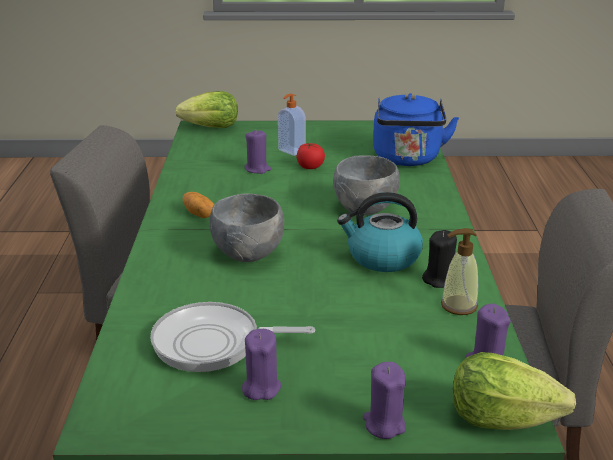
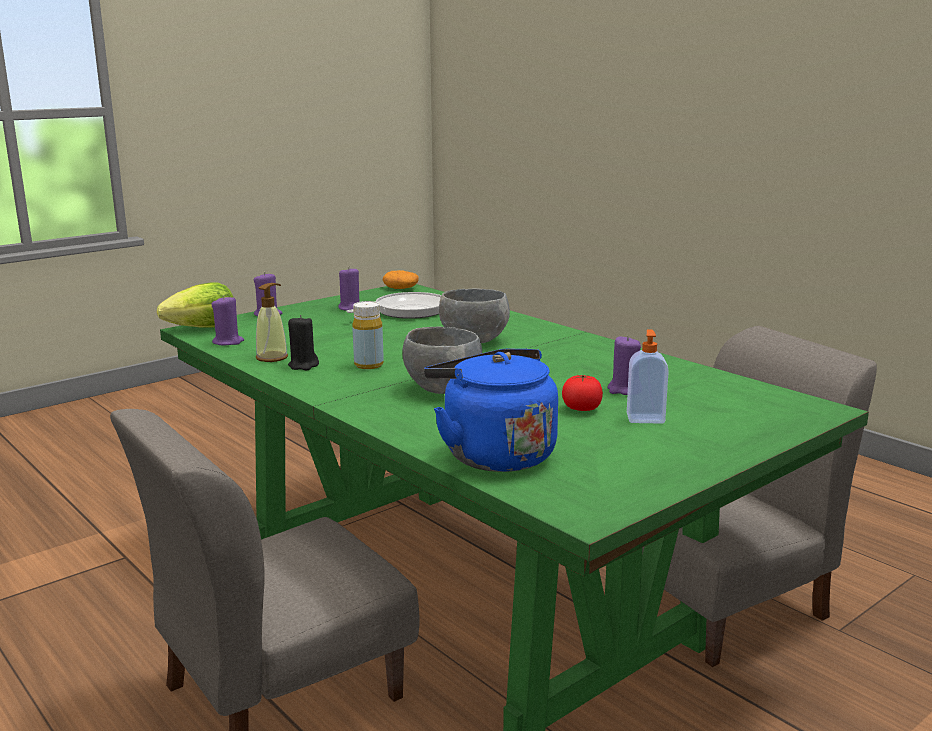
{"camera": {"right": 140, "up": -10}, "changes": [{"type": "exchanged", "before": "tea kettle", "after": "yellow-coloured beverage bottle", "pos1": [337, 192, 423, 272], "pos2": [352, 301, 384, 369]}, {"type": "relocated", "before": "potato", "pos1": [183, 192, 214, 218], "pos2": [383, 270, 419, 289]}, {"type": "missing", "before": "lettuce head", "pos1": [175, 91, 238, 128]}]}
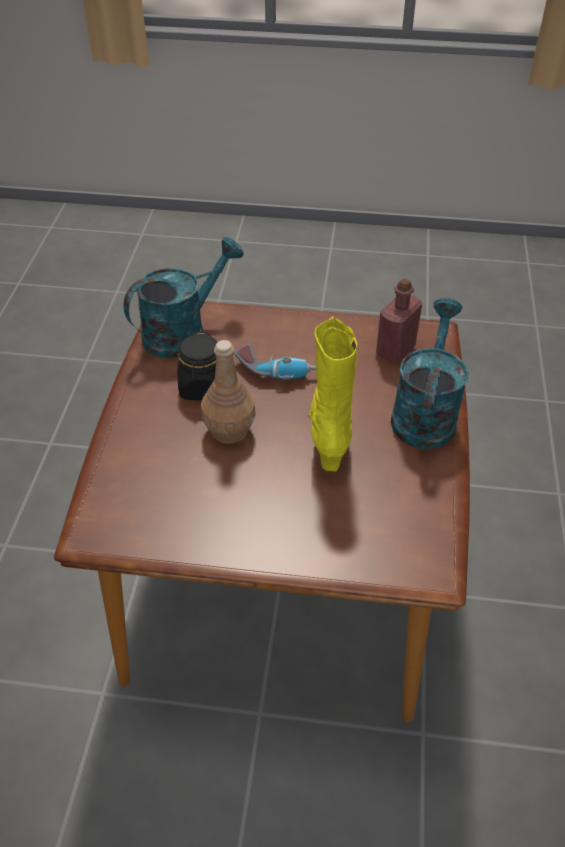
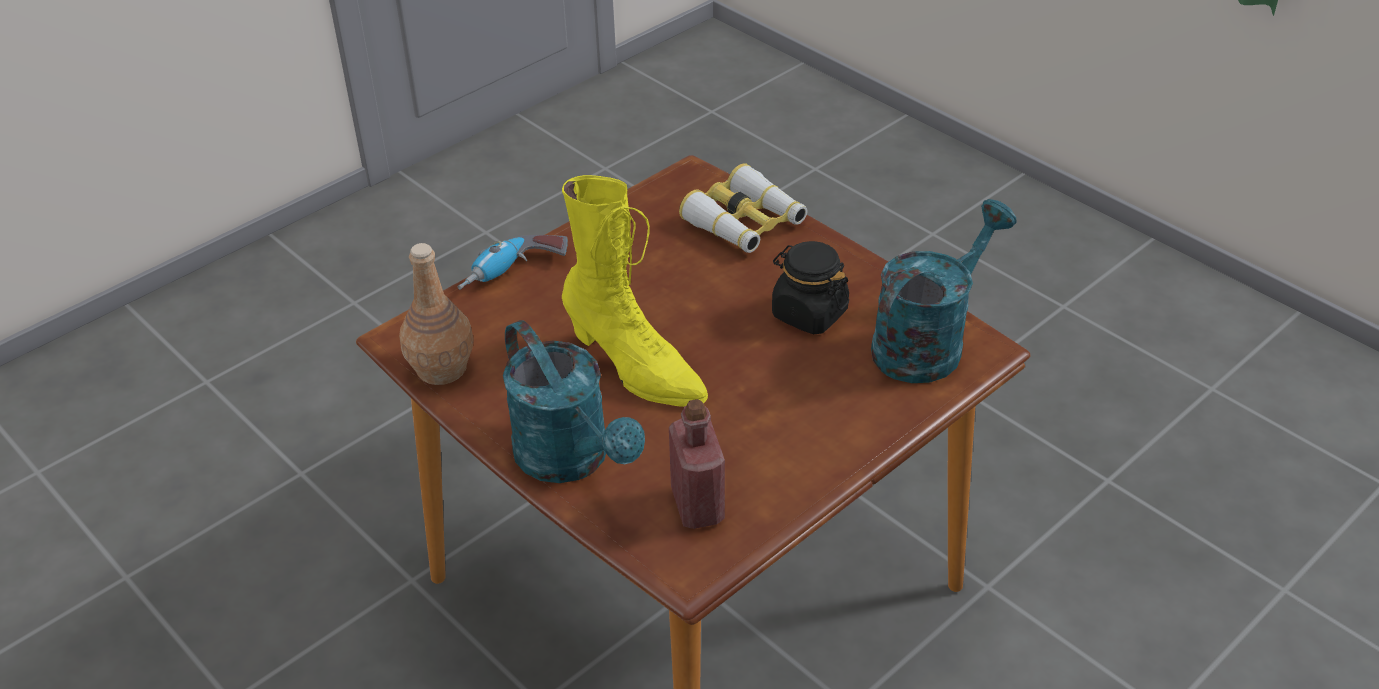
{"camera": {"right": 130, "up": -5}, "changes": [{"type": "relocated", "before": "brown beverage bottle", "pos1": [201, 340, 256, 444], "pos2": [399, 243, 474, 385]}, {"type": "relocated", "before": "drill", "pos1": [234, 344, 316, 380], "pos2": [458, 235, 568, 290]}, {"type": "appeared", "after": "binoculars", "pos2": [679, 163, 808, 253]}, {"type": "spun", "before": "turquoise-coloured watering can", "pos1": [124, 237, 244, 358], "pos2": [871, 199, 1017, 383], "turn": -135}]}
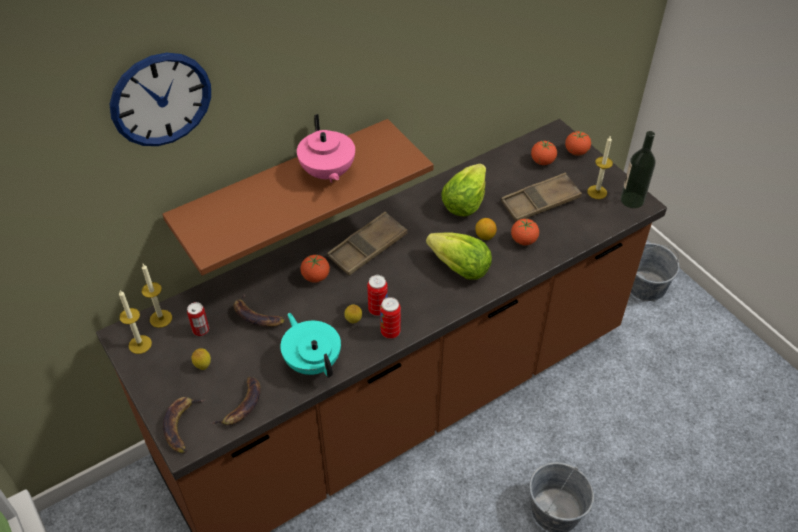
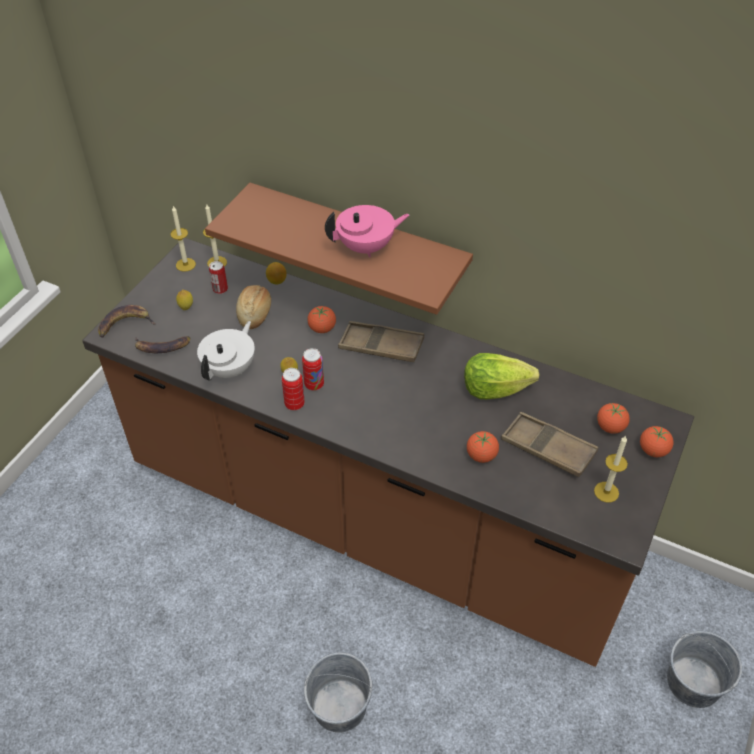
{"camera": {"right": 60, "up": 0}, "changes": [{"type": "colour", "before": "turquoise-coloured teapot", "after": "white-coloured teapot", "pos1": [280, 313, 341, 378], "pos2": [197, 321, 255, 381]}, {"type": "exchanged", "before": "banana", "after": "baked bread", "pos1": [233, 294, 286, 327], "pos2": [236, 285, 271, 329]}, {"type": "relocated", "before": "whole lemon", "pos1": [475, 218, 497, 240], "pos2": [266, 262, 287, 285]}, {"type": "spun", "before": "pink teapot", "pos1": [297, 114, 355, 183], "pos2": [325, 205, 409, 257], "turn": -150}, {"type": "missing", "before": "clock on the wall", "pos1": [109, 53, 211, 146]}, {"type": "missing", "before": "lettuce head", "pos1": [426, 233, 492, 280]}, {"type": "missing", "before": "beverage bottle", "pos1": [621, 131, 655, 208]}]}
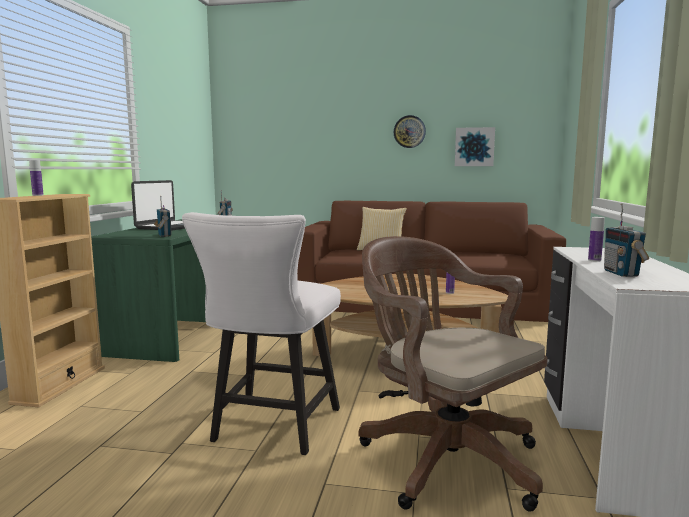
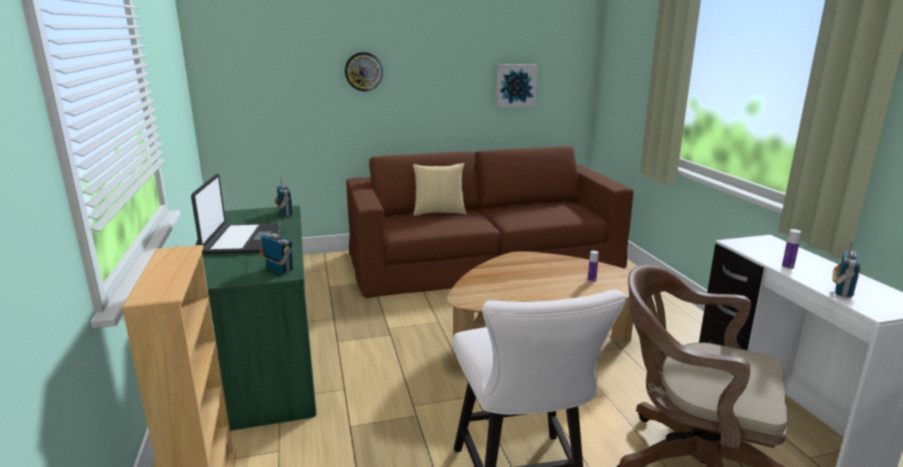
{"camera": {"right": -25, "up": 10}, "changes": [{"type": "relocated", "before": "clock on the wall", "pos1": [394, 115, 426, 148], "pos2": [345, 52, 383, 91]}, {"type": "spun", "before": "radio set", "pos1": [604, 204, 649, 277], "pos2": [832, 240, 861, 298], "turn": -120}, {"type": "missing", "before": "beverage bottle", "pos1": [29, 160, 44, 196]}]}
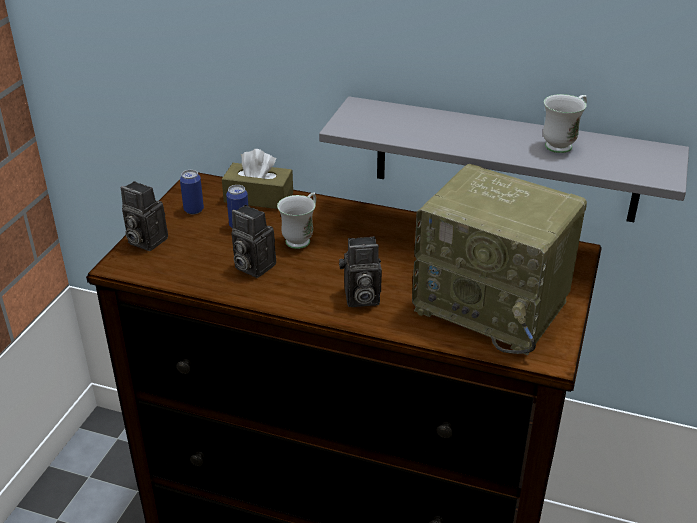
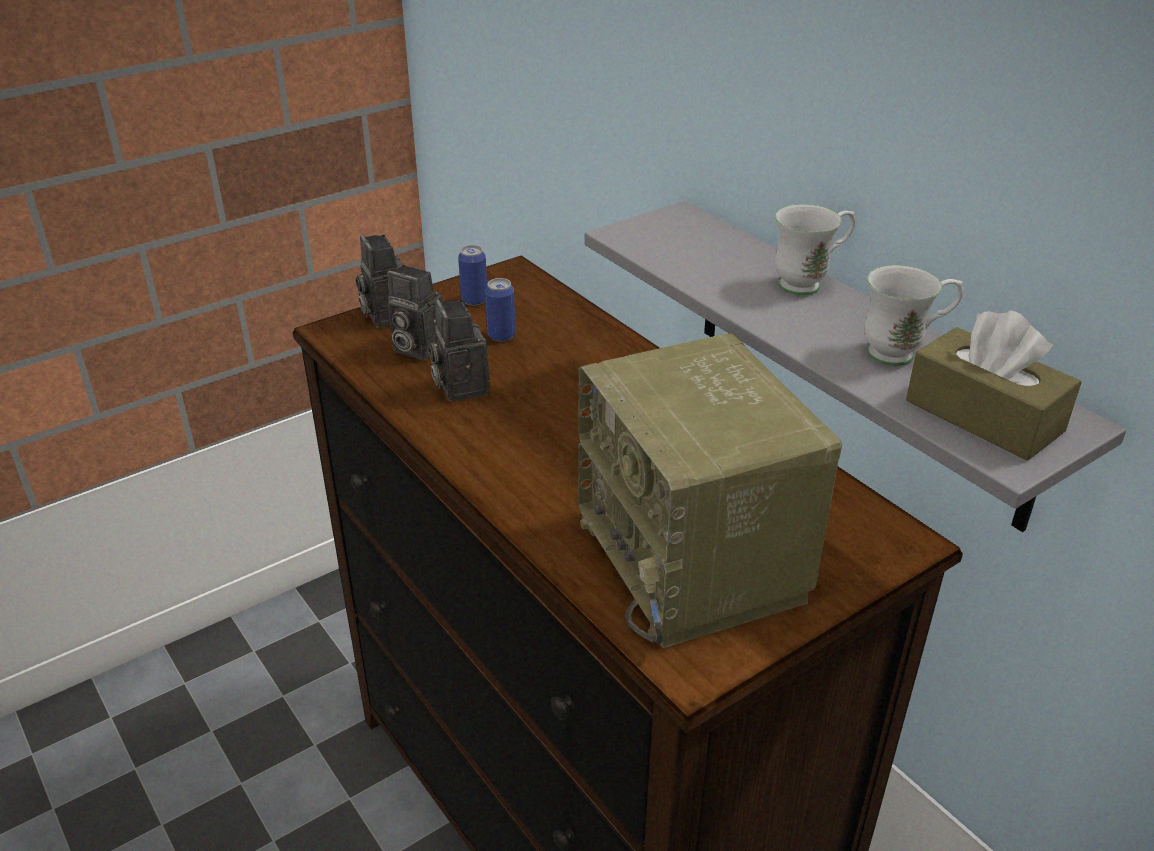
{"camera": {"right": 35, "up": 0}, "changes": [{"type": "relocated", "before": "photo camera", "pos1": [339, 236, 382, 307], "pos2": [387, 265, 443, 361]}, {"type": "relocated", "before": "white-coloured coffee mug", "pos1": [277, 192, 316, 249], "pos2": [775, 204, 855, 295]}, {"type": "relocated", "before": "brown tissue holder", "pos1": [222, 149, 293, 209], "pos2": [906, 310, 1082, 460]}]}
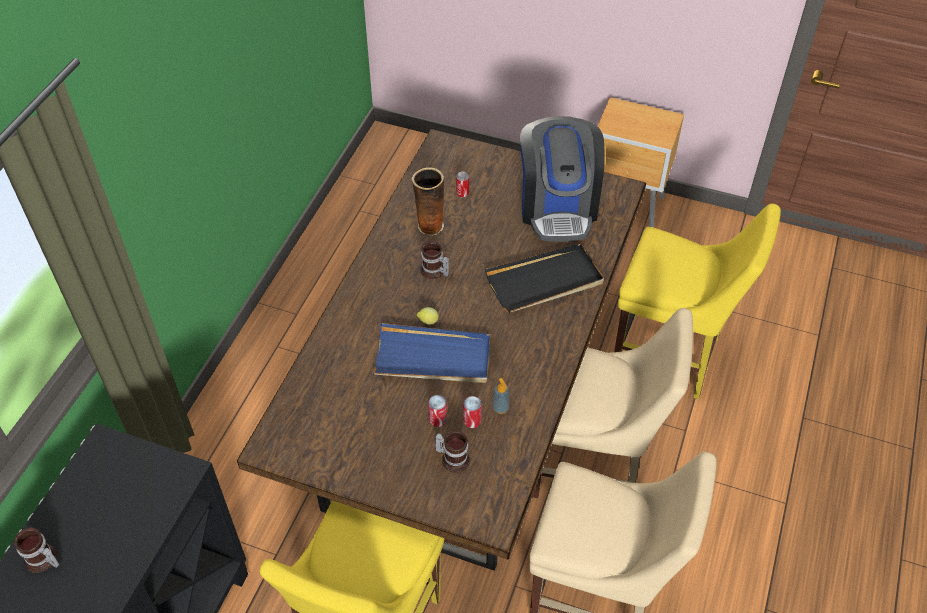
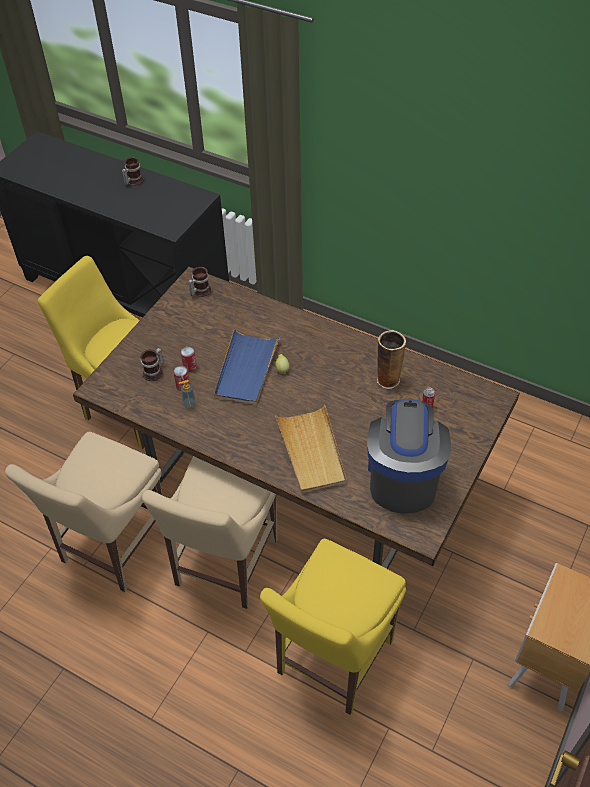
{"camera": {"right": 100, "up": 0}, "changes": [{"type": "relocated", "before": "coffee mug", "pos1": [420, 241, 449, 279], "pos2": [188, 267, 211, 297]}, {"type": "colour", "before": "black-coloured serving tray", "after": "sand-coloured serving tray", "pos1": [485, 243, 604, 313], "pos2": [275, 405, 347, 493]}, {"type": "spun", "before": "coffee maker", "pos1": [520, 116, 605, 242], "pos2": [367, 399, 451, 514], "turn": 90}]}
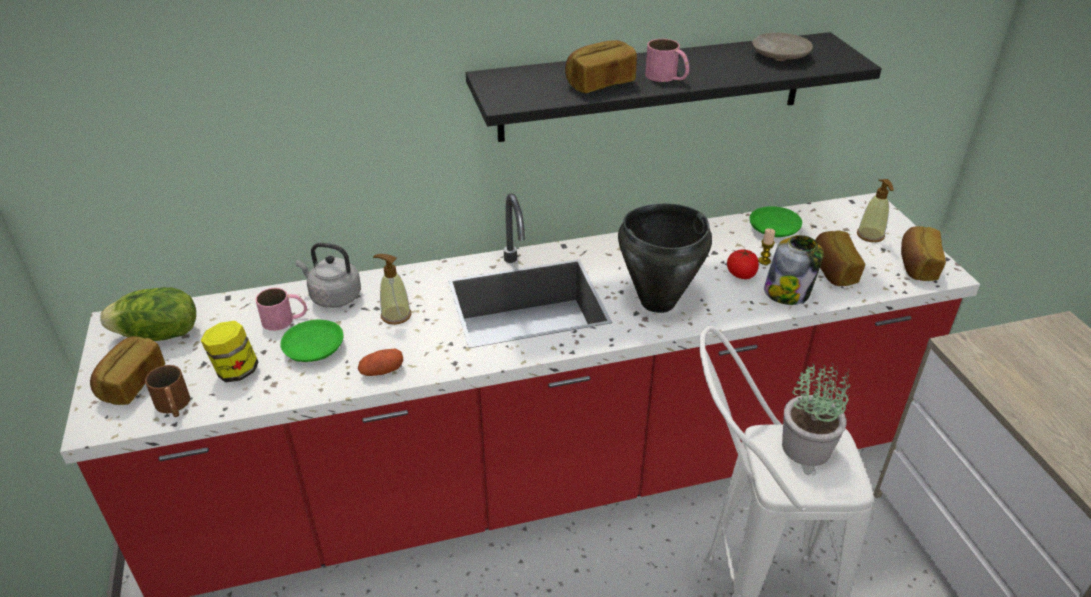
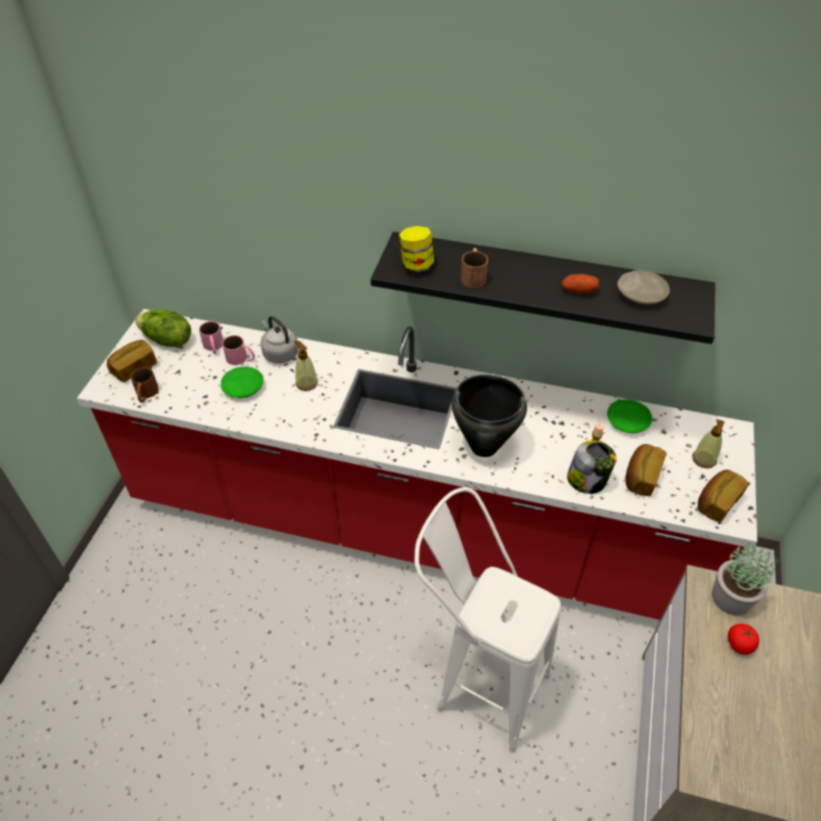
{"camera": {"right": 30, "up": 10}, "changes": [{"type": "relocated", "before": "pink coffee mug", "pos1": [645, 39, 689, 82], "pos2": [199, 321, 223, 354]}, {"type": "relocated", "before": "storage jar", "pos1": [201, 321, 259, 383], "pos2": [399, 226, 434, 274]}, {"type": "exchanged", "before": "baked bread", "after": "brown coffee mug", "pos1": [565, 40, 637, 93], "pos2": [461, 248, 488, 288]}, {"type": "relocated", "before": "potato", "pos1": [358, 349, 403, 376], "pos2": [562, 274, 599, 294]}, {"type": "relocated", "before": "houseplant", "pos1": [782, 363, 850, 466], "pos2": [712, 543, 778, 615]}, {"type": "relocated", "before": "whole tomato", "pos1": [727, 249, 759, 279], "pos2": [728, 624, 759, 655]}]}
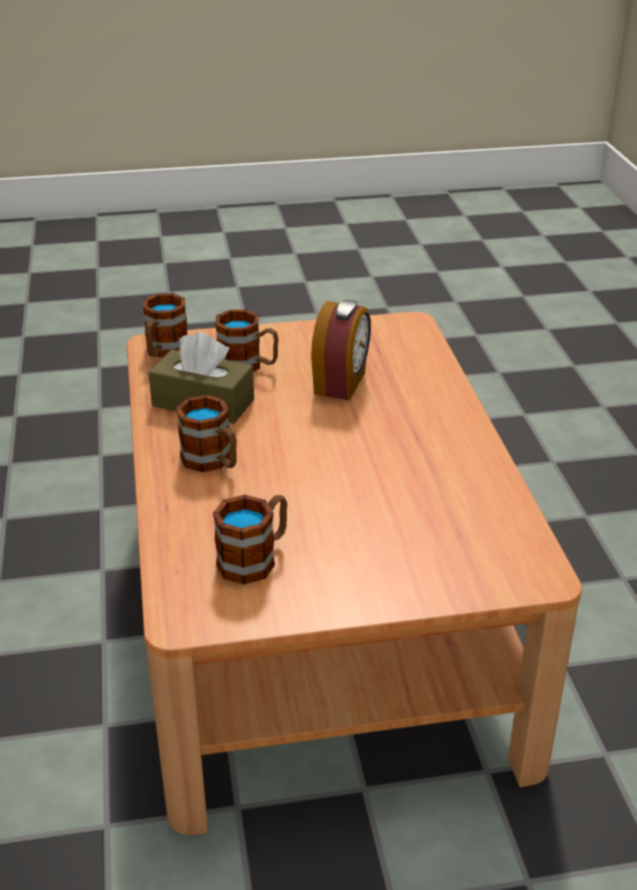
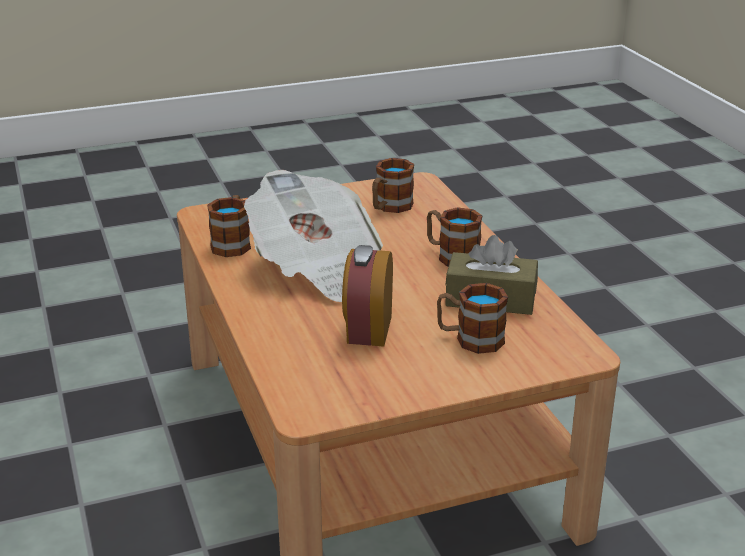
{"camera": {"right": 170, "up": -5}, "changes": [{"type": "relocated", "before": "coffee mug", "pos1": [143, 293, 187, 357], "pos2": [207, 195, 251, 257]}, {"type": "appeared", "after": "newspaper", "pos2": [244, 170, 383, 302]}]}
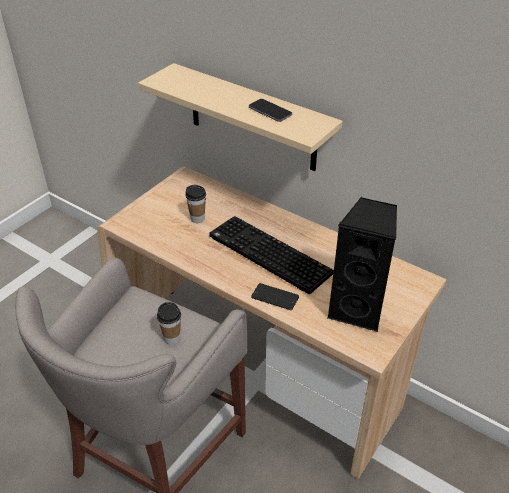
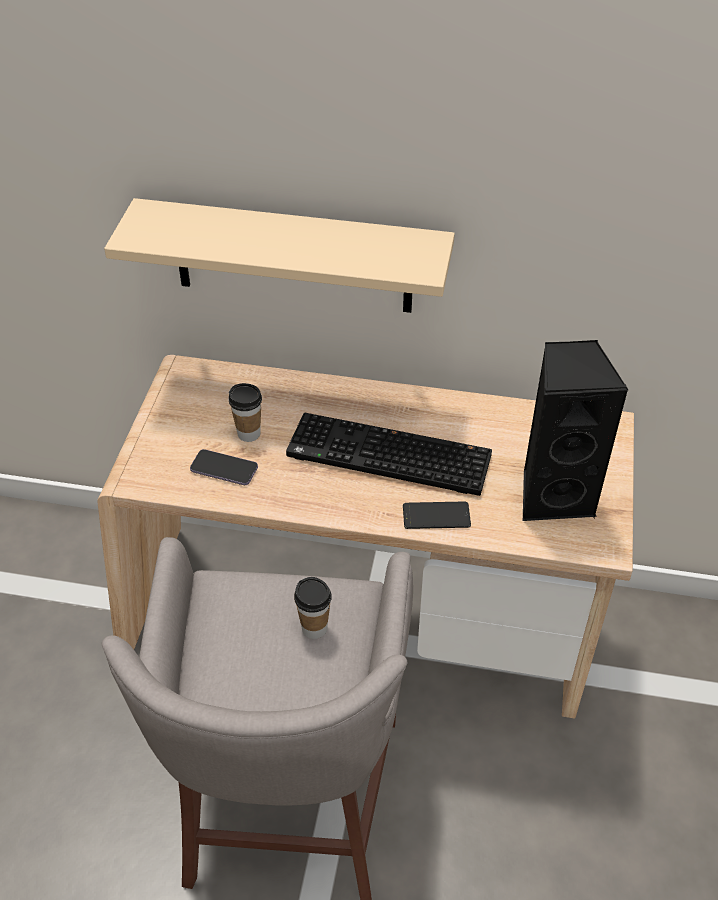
{"camera": {"right": -25, "up": 5}, "changes": [{"type": "relocated", "before": "phone", "pos1": [249, 99, 292, 122], "pos2": [190, 449, 258, 485]}]}
